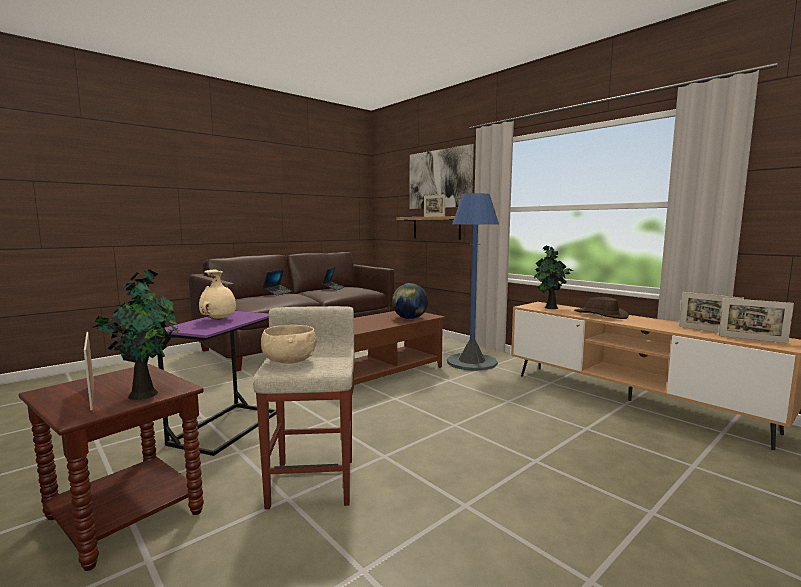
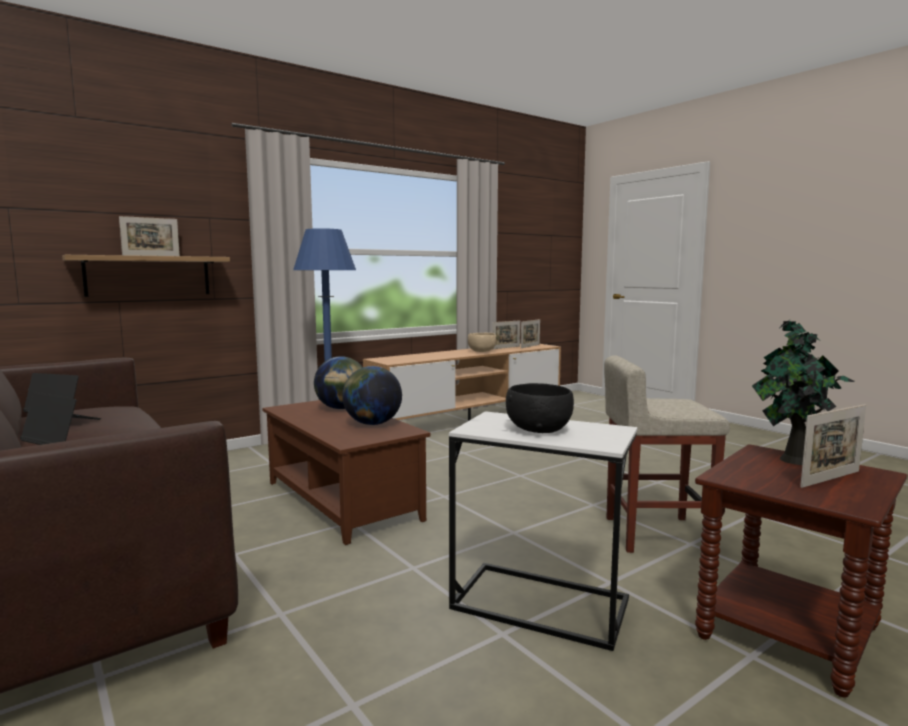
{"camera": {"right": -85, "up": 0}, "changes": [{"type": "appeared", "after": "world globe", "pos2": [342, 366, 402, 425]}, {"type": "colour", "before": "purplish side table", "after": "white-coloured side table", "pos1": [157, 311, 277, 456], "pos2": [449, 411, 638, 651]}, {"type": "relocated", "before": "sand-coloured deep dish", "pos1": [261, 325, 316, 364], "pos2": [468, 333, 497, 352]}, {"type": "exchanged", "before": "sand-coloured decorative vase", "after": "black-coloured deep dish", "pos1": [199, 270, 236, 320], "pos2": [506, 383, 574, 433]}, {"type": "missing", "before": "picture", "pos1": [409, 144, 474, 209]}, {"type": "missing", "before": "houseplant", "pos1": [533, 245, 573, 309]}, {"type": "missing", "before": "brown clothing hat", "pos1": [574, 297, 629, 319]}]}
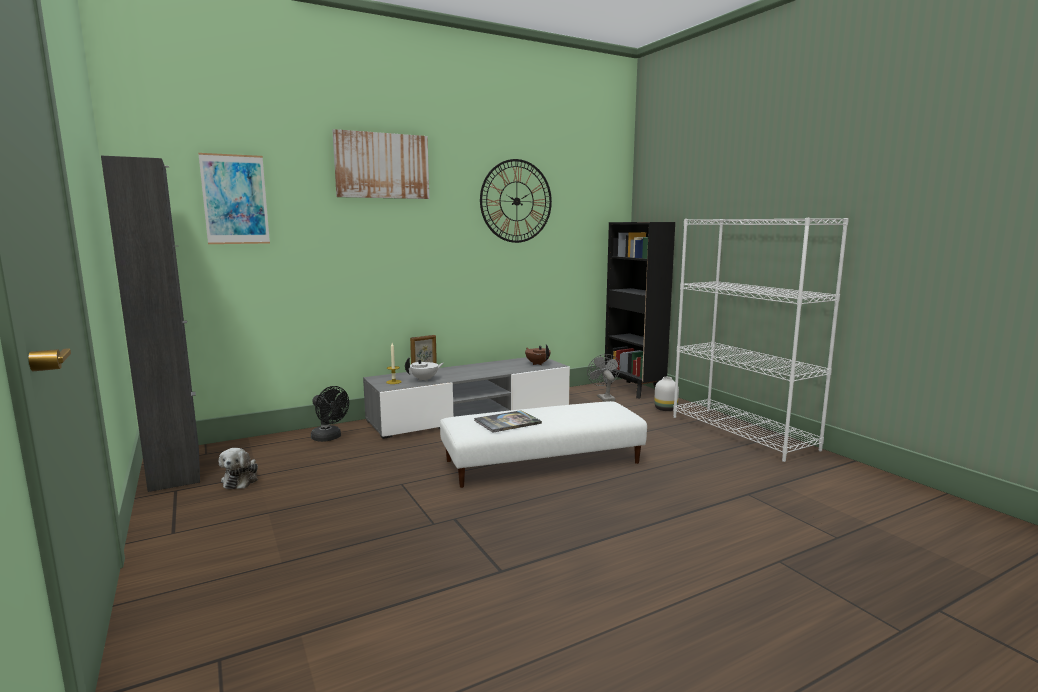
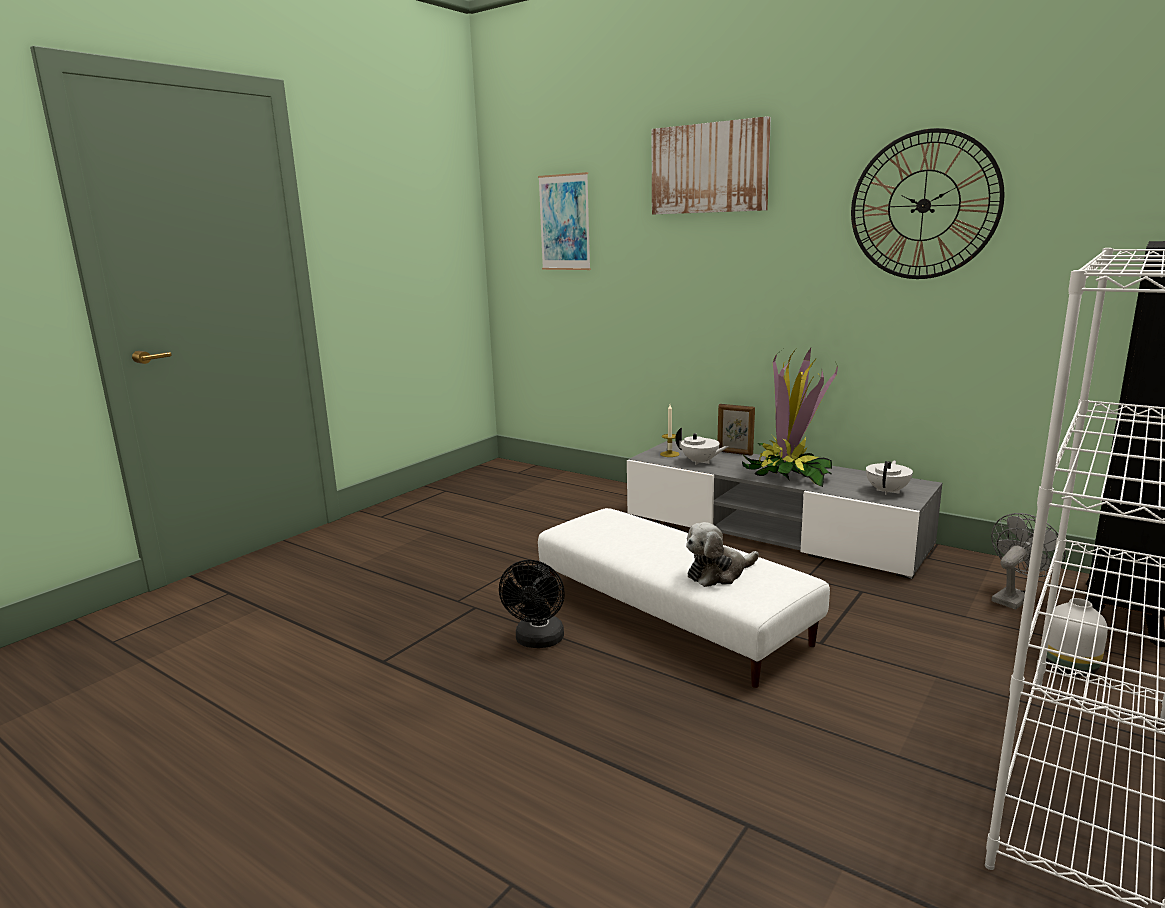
{"camera": {"right": 65, "up": 5}, "changes": [{"type": "relocated", "before": "black-coloured electric fan", "pos1": [311, 386, 349, 442], "pos2": [499, 560, 565, 648]}, {"type": "relocated", "before": "cuddly toy", "pos1": [219, 448, 258, 489], "pos2": [686, 522, 759, 587]}, {"type": "appeared", "after": "houseplant", "pos2": [742, 348, 838, 487]}, {"type": "colour", "before": "brown teapot", "after": "white-coloured teapot", "pos1": [525, 344, 551, 365], "pos2": [866, 461, 913, 495]}, {"type": "missing", "before": "black-coloured cabinet", "pos1": [101, 156, 200, 492]}, {"type": "missing", "before": "bound book", "pos1": [474, 410, 542, 432]}]}
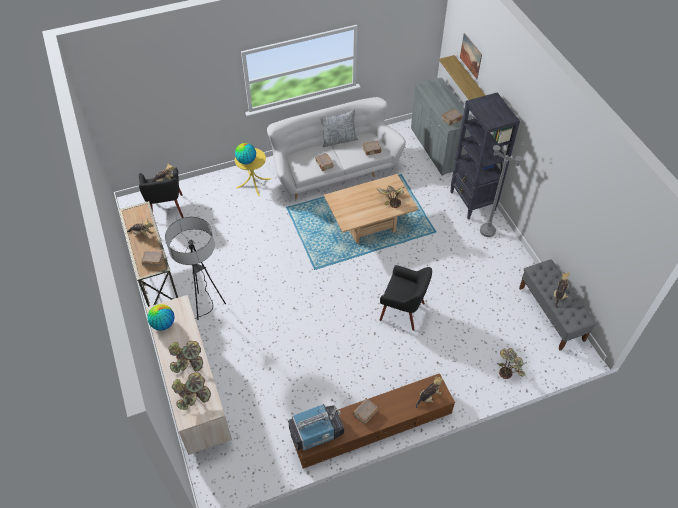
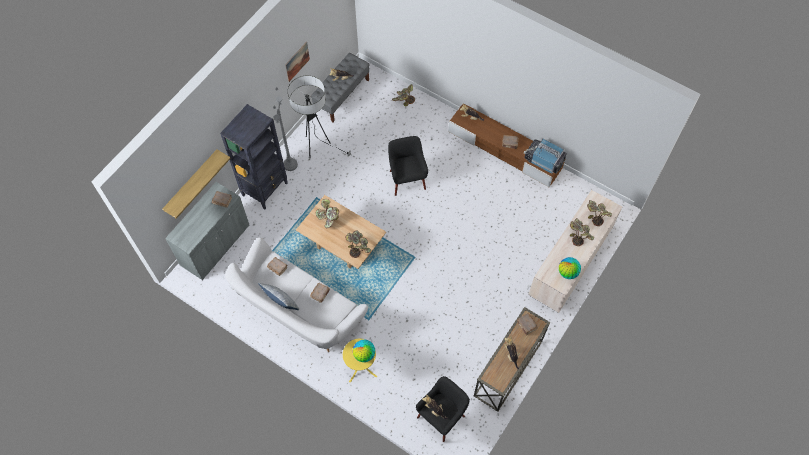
{"camera": {"right": -125, "up": 10}, "changes": [{"type": "relocated", "before": "picture", "pos1": [460, 33, 482, 79], "pos2": [285, 42, 310, 82]}, {"type": "relocated", "before": "floor lamp", "pos1": [165, 217, 226, 320], "pos2": [288, 75, 351, 158]}, {"type": "appeared", "after": "houseplant", "pos2": [345, 230, 371, 258]}]}
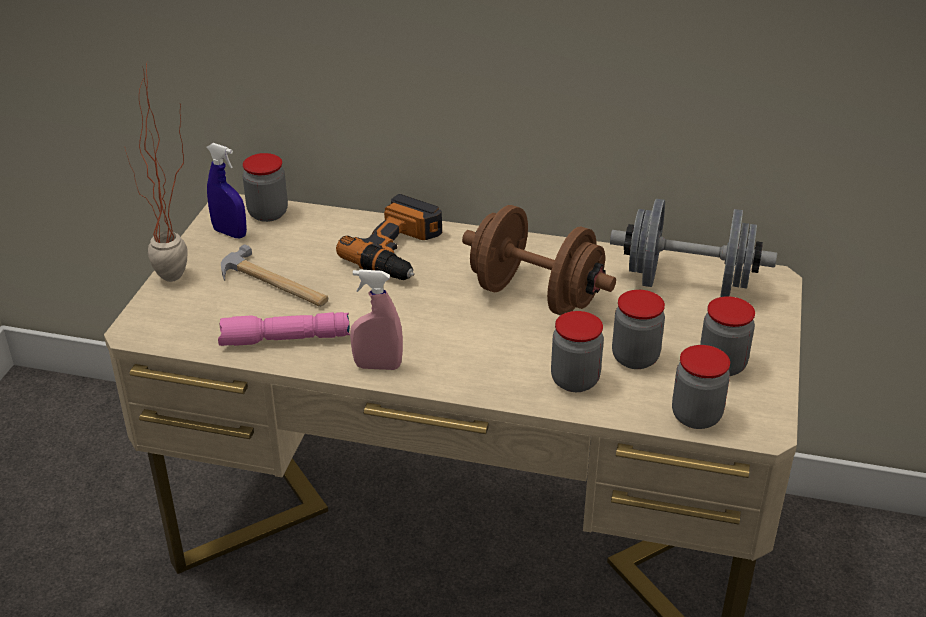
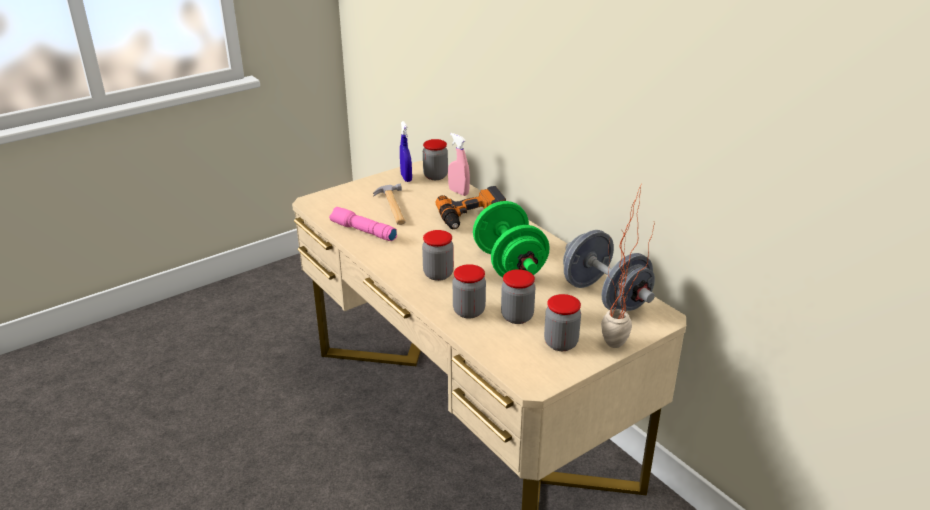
{"camera": {"right": 40, "up": -5}, "changes": [{"type": "relocated", "before": "storage jar", "pos1": [672, 345, 730, 429], "pos2": [422, 230, 454, 281]}, {"type": "relocated", "before": "pink hand sprayer", "pos1": [350, 269, 403, 370], "pos2": [448, 133, 470, 196]}, {"type": "colour", "before": "brown dumbbell", "after": "green dumbbell", "pos1": [462, 205, 616, 315], "pos2": [473, 201, 550, 278]}, {"type": "relocated", "before": "houseplant", "pos1": [125, 63, 188, 282], "pos2": [601, 184, 655, 348]}]}
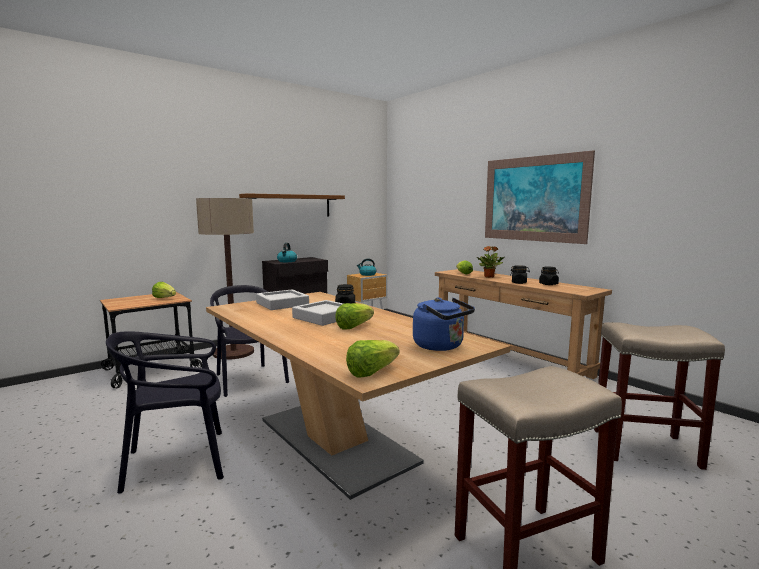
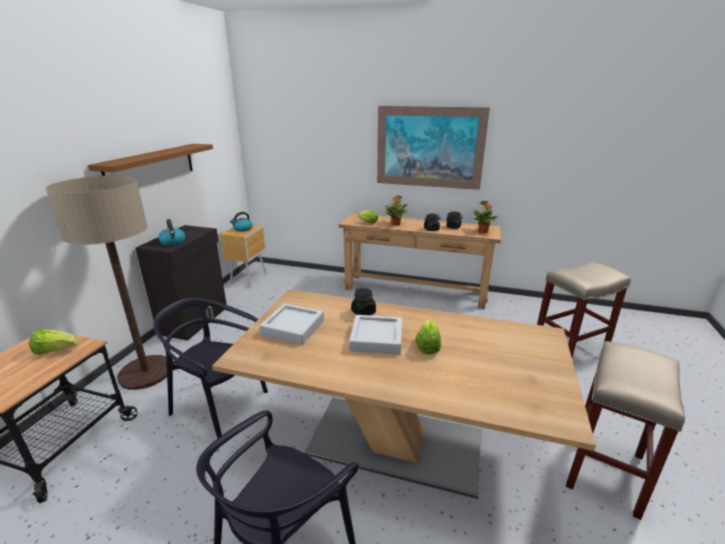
{"camera": {"right": -35, "up": 15}, "changes": [{"type": "appeared", "after": "houseplant", "pos2": [474, 201, 498, 233]}, {"type": "missing", "before": "lettuce head", "pos1": [346, 340, 400, 378]}, {"type": "missing", "before": "blue tea kettle", "pos1": [413, 297, 475, 351]}]}
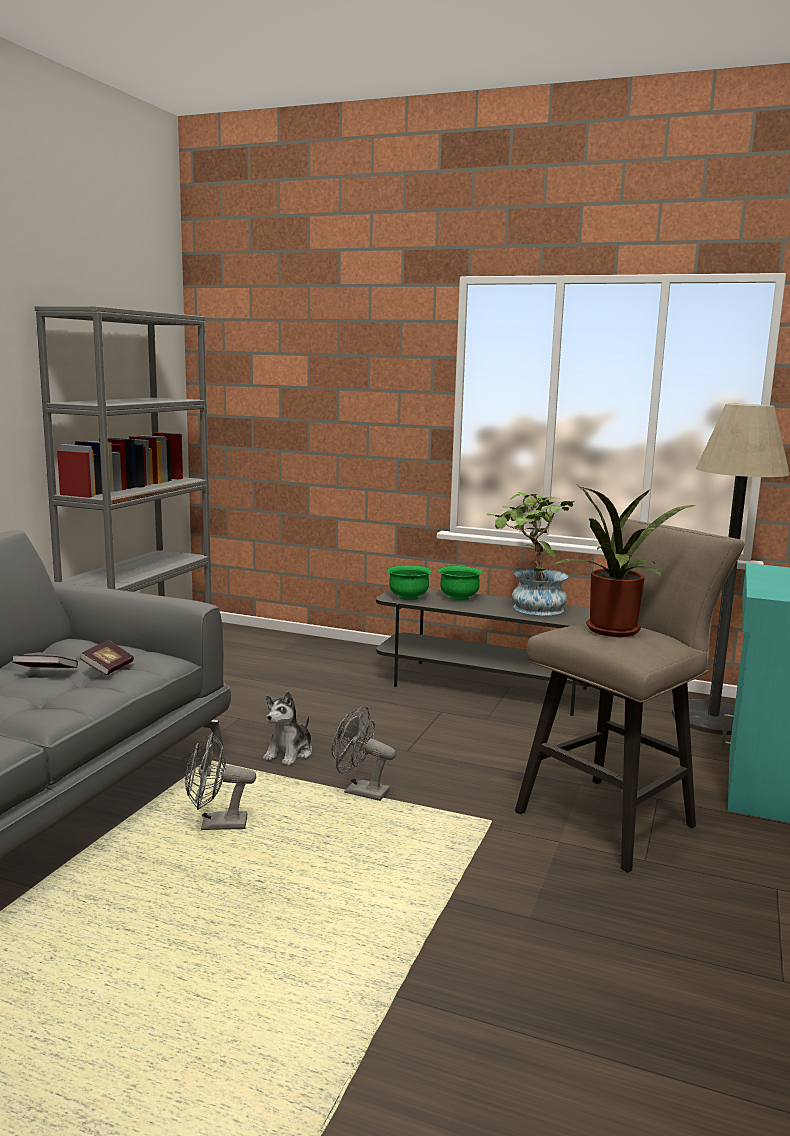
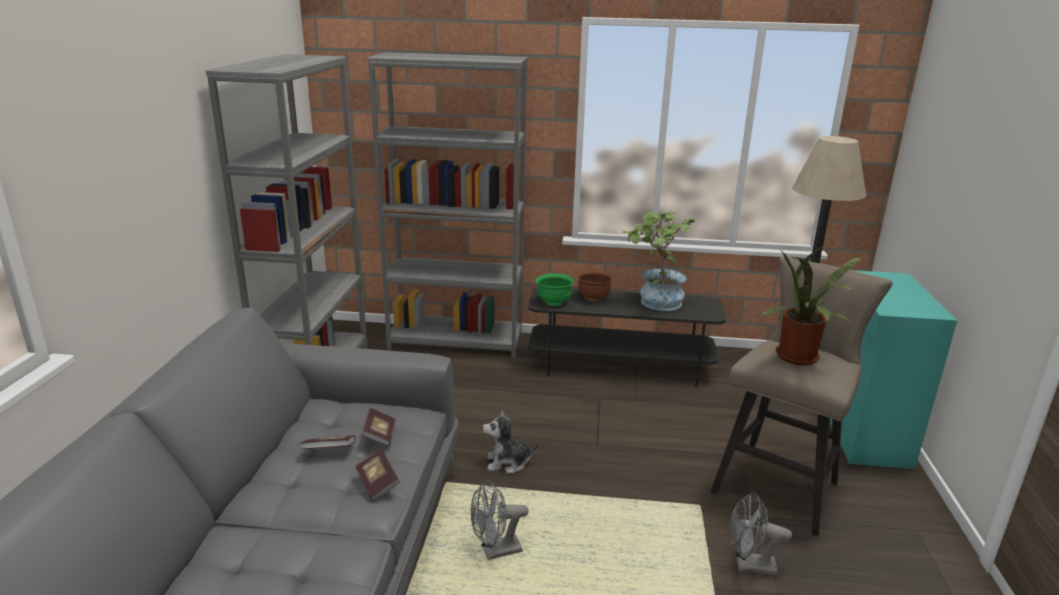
{"camera": {"right": -15, "up": 10}, "changes": [{"type": "appeared", "after": "bound book", "pos2": [356, 449, 400, 502]}, {"type": "appeared", "after": "gray bookshelf", "pos2": [367, 52, 528, 359]}, {"type": "spun", "before": "cuddly toy", "pos1": [263, 691, 312, 766], "pos2": [482, 410, 539, 474], "turn": 75}, {"type": "colour", "before": "green deep dish", "after": "brown deep dish", "pos1": [438, 566, 483, 601], "pos2": [576, 270, 614, 301]}, {"type": "relocated", "before": "gray electric fan", "pos1": [331, 706, 396, 801], "pos2": [730, 492, 792, 576]}]}
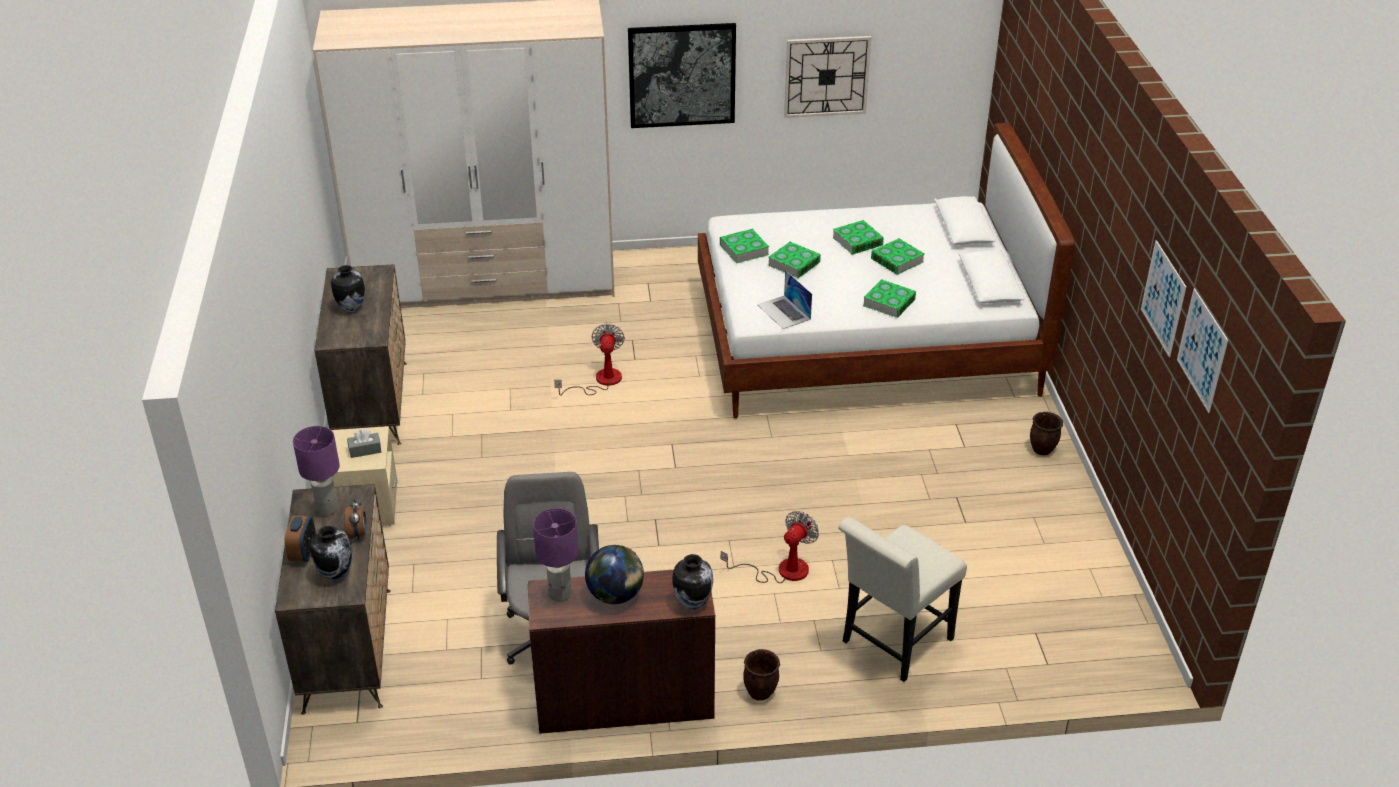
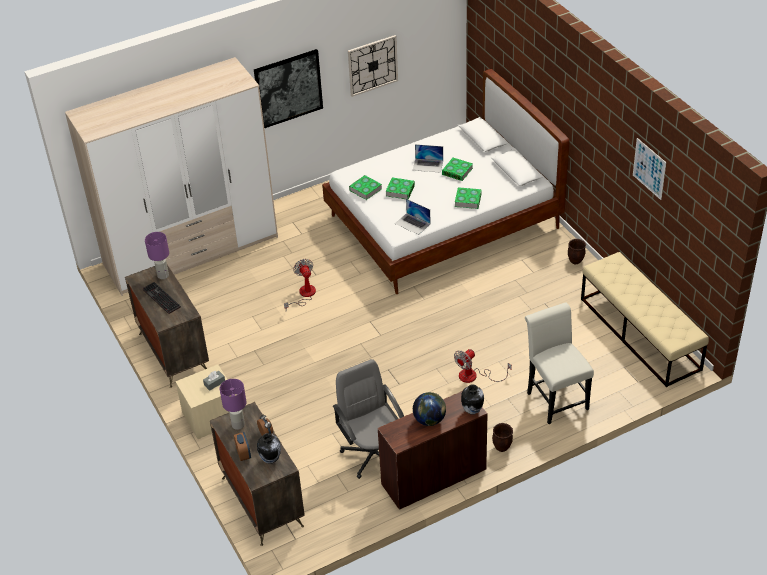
{"camera": {"right": -20, "up": 5}, "changes": [{"type": "exchanged", "before": "decorative vase", "after": "computer keyboard", "pos1": [331, 265, 365, 313], "pos2": [143, 282, 181, 314]}, {"type": "relocated", "before": "purplish table lamp", "pos1": [533, 508, 578, 602], "pos2": [145, 232, 169, 279]}, {"type": "exchanged", "before": "bound book", "after": "notebook computer", "pos1": [833, 220, 884, 255], "pos2": [413, 144, 443, 173]}, {"type": "spun", "before": "electric fan", "pos1": [721, 511, 819, 583], "pos2": [454, 349, 512, 383], "turn": -150}, {"type": "spun", "before": "white-coloured plain chair", "pos1": [838, 517, 967, 682], "pos2": [525, 302, 594, 424], "turn": 135}, {"type": "appeared", "after": "sand-coloured bench", "pos2": [581, 252, 709, 387]}, {"type": "missing", "before": "picture", "pos1": [1177, 288, 1228, 413]}]}
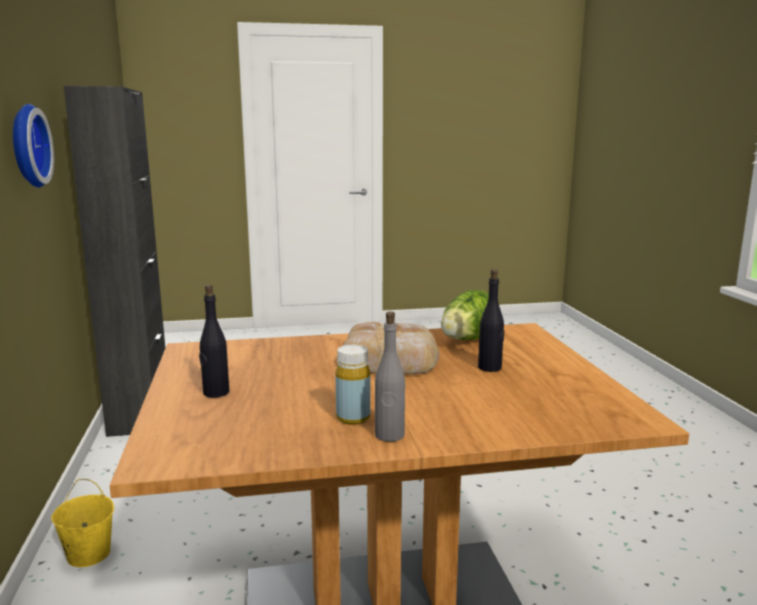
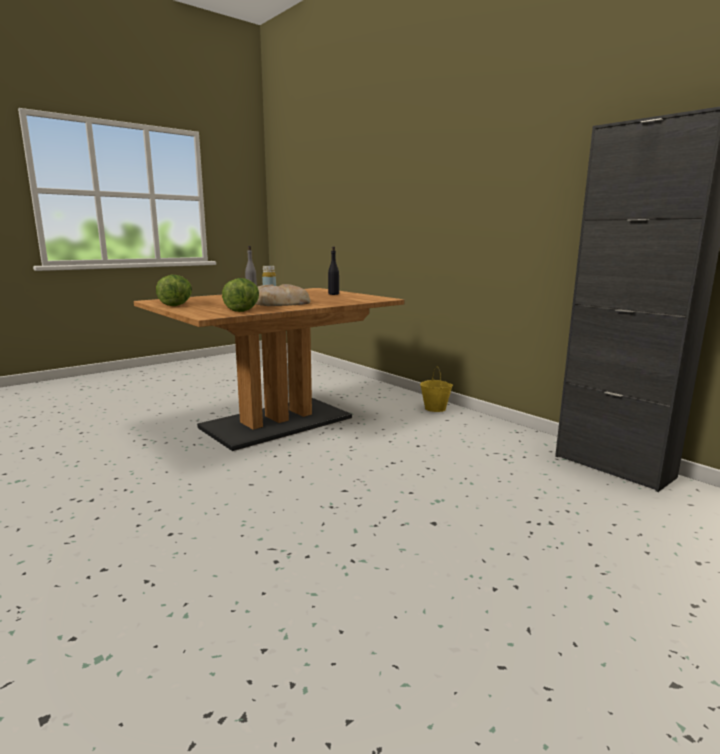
{"camera": {"right": 150, "up": 0}, "changes": [{"type": "appeared", "after": "lettuce head", "pos2": [156, 275, 192, 306]}, {"type": "missing", "before": "clock on the wall", "pos1": [13, 104, 54, 188]}, {"type": "missing", "before": "black-coloured beverage bottle", "pos1": [478, 269, 504, 372]}]}
